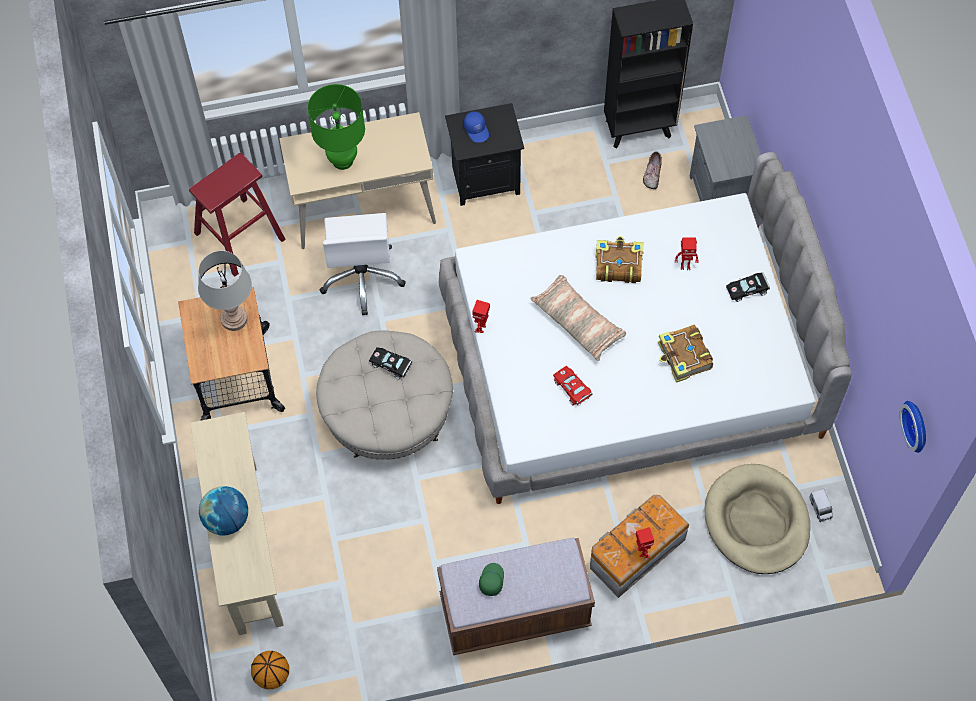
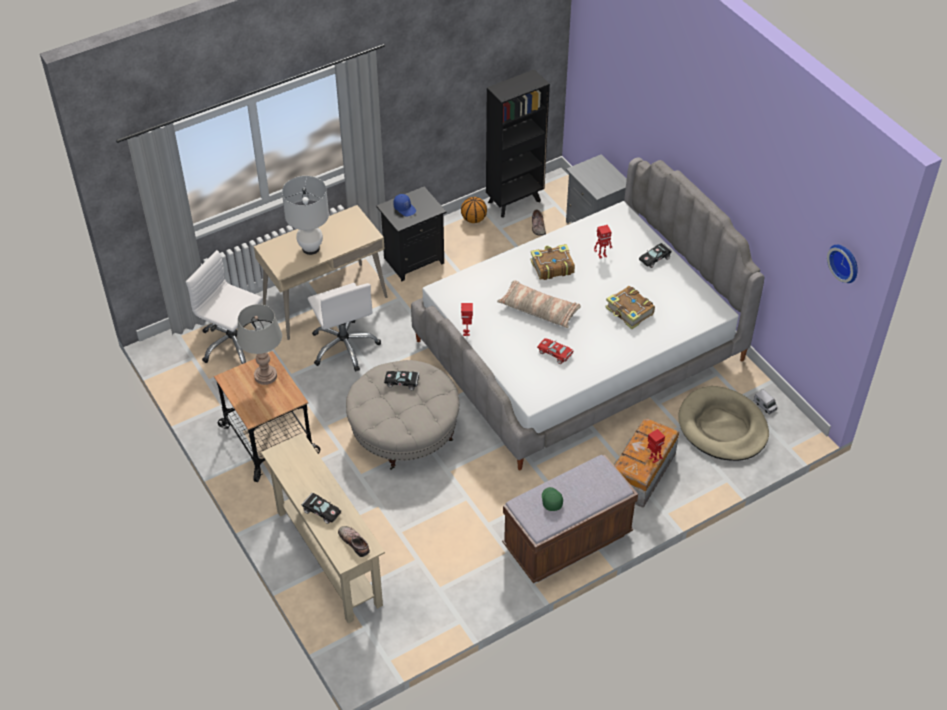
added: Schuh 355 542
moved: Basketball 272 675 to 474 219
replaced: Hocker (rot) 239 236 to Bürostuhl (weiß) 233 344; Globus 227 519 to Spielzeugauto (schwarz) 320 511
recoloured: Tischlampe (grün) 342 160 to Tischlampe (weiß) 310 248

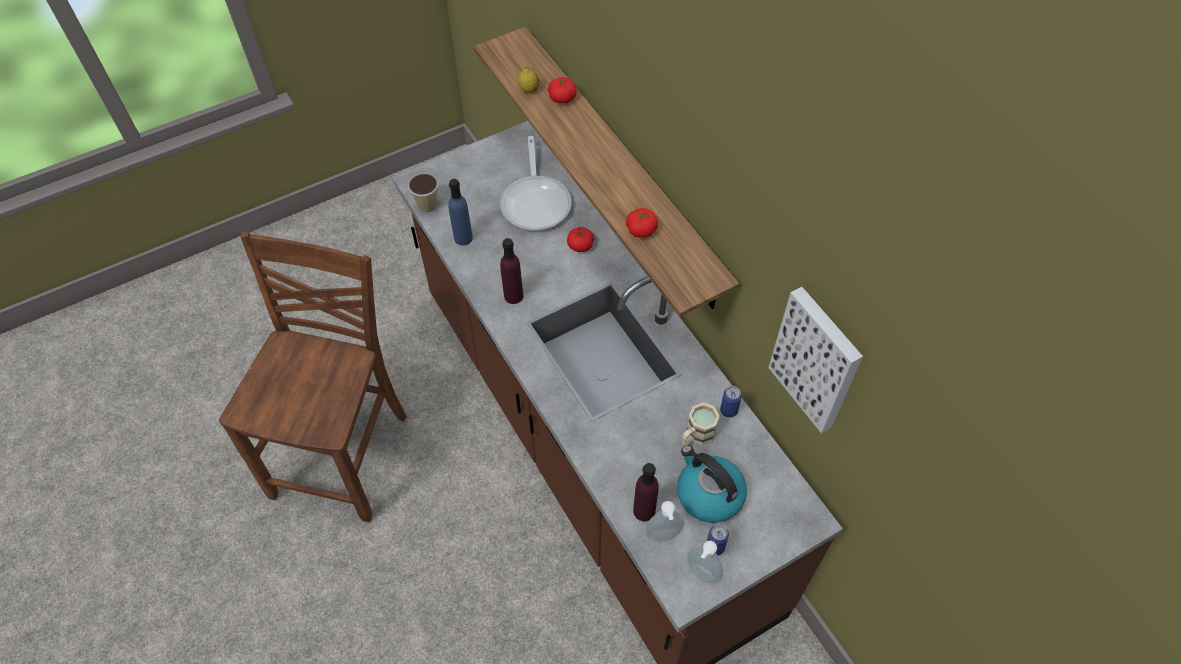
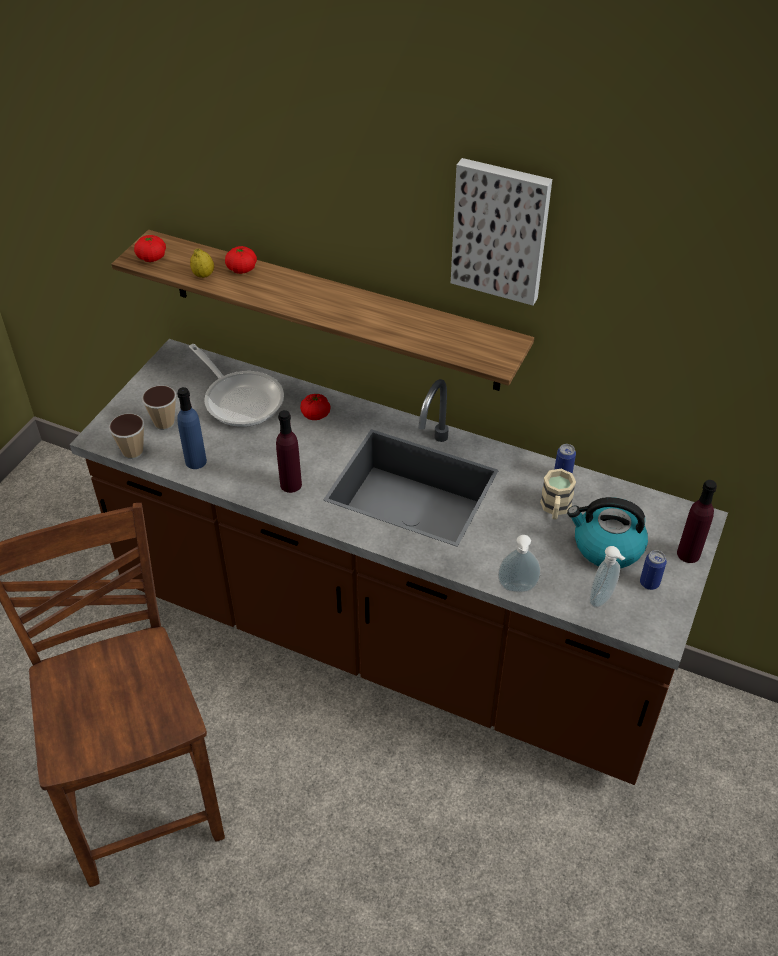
added: Tasse 164 423
moved: Tomate 641 230 to 152 258; Bild 817 359 to 501 230; Flasche (lila) 644 511 to 688 554; Seifenspender 701 575 to 517 589

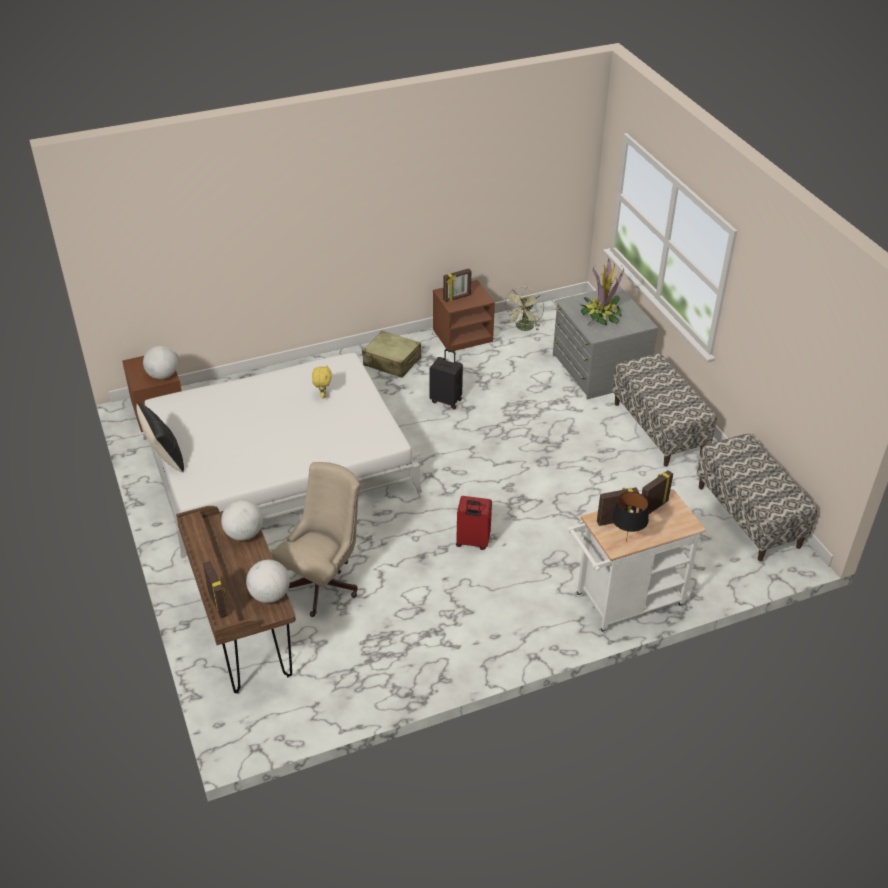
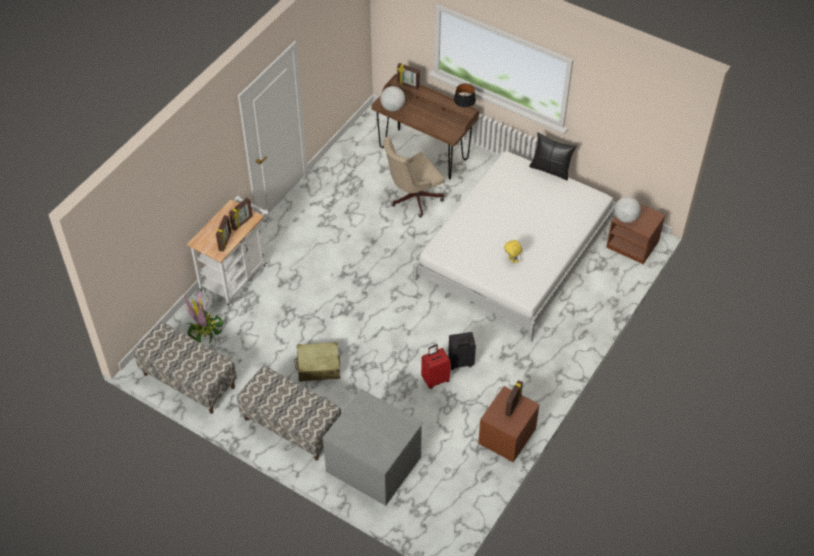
removed: Ventilator (grün) 524 328; Globus 244 534
moved: Topfpflanze 601 314 to 204 329; Koffer (beige) 392 362 to 318 366; Tischlampe (schwarz) 626 542 to 464 114; Koffer (rot) 472 542 to 435 379
turned: Bürostuhl (beige) 323 582 = 412 198 60 degrees clockwise

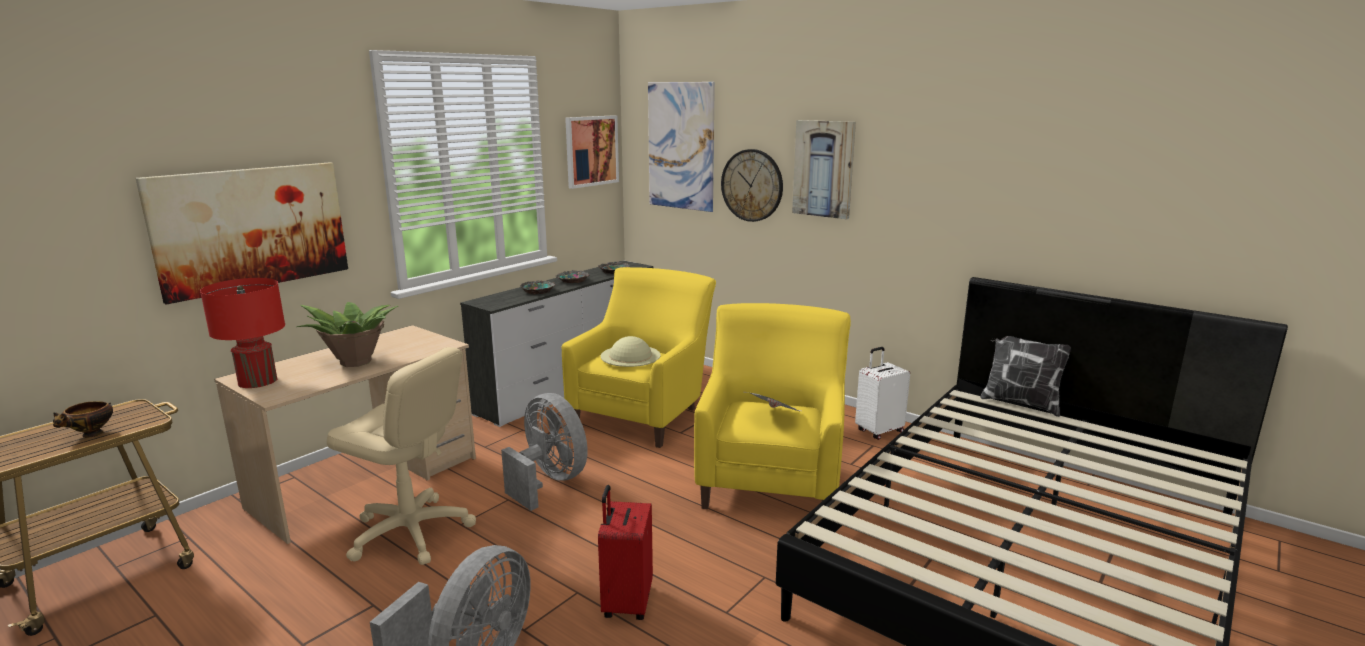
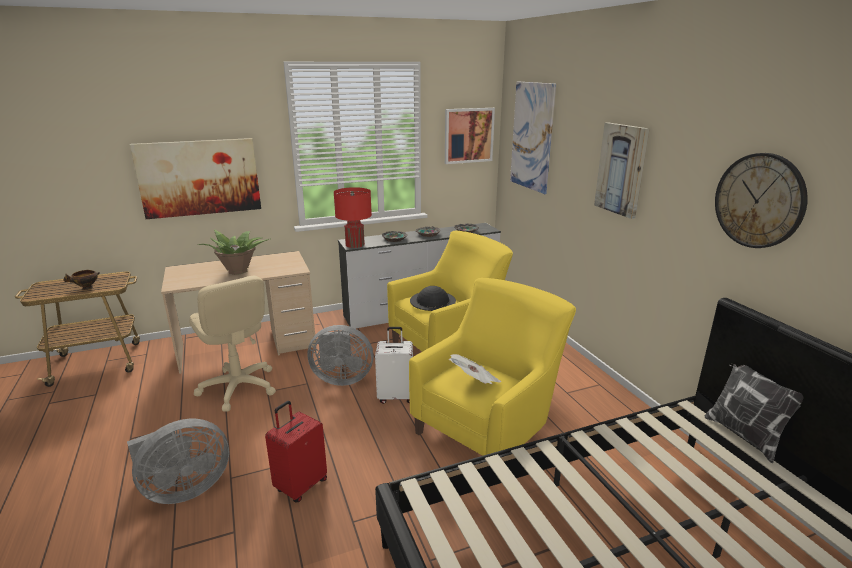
moved: Wanduhr 752 185 to 759 201; Tischlampe (rot) 258 381 to 355 244; Koffer (weiß) 878 431 to 396 396
recoloured: Hut (beige) 630 356 to Hut (schwarz) 432 300
turned: Ventilator (grau) 549 481 = 341 378 105 degrees clockwise

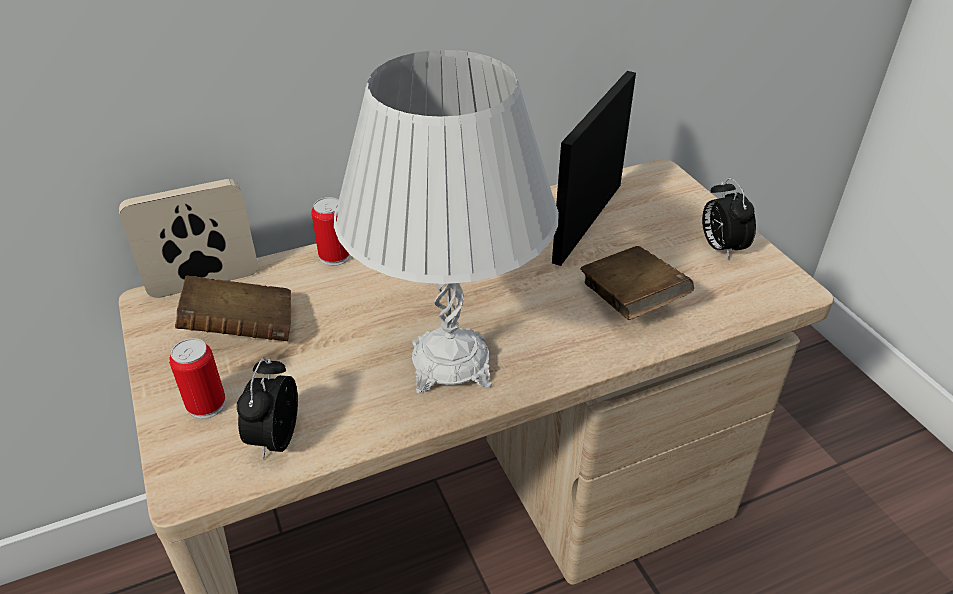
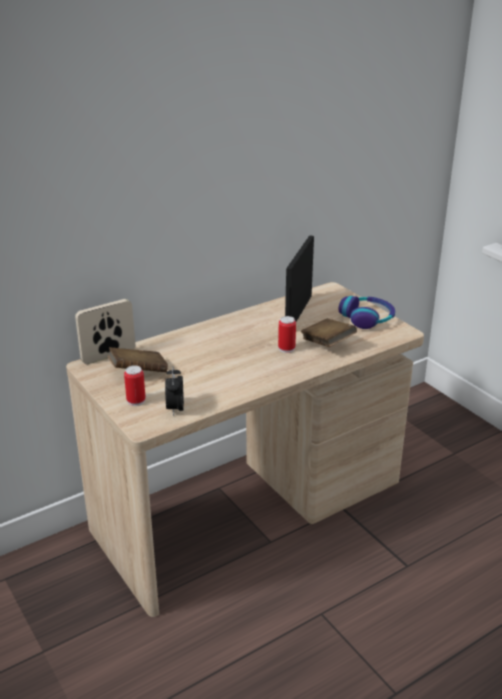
removed: Tischlampe (weiß) 451 364
moved: Dose 334 256 to 286 348
replaced: Wecker 720 247 to Kopfhörer 367 318

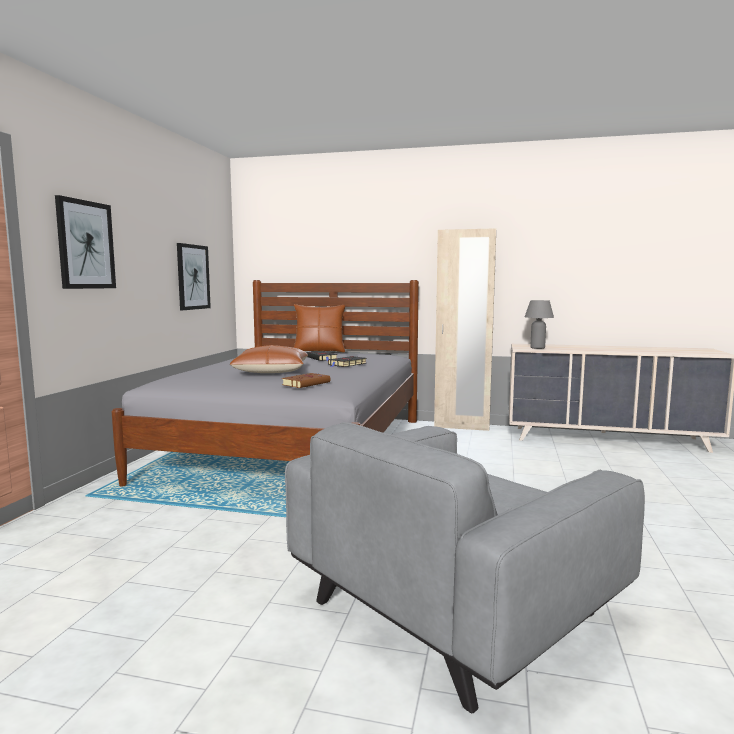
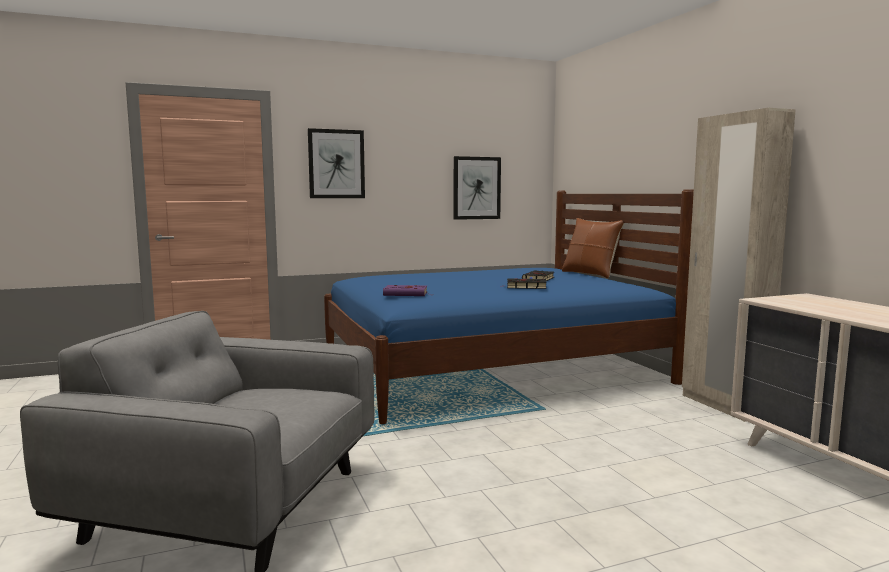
removed: Tischlampe (grau) 537 348; Kissen (braun) 271 371
recoloured: Bett (grau) 295 448 to Bett (blau) 490 369; Buch (braun) 307 383 to Buch (lila) 407 294

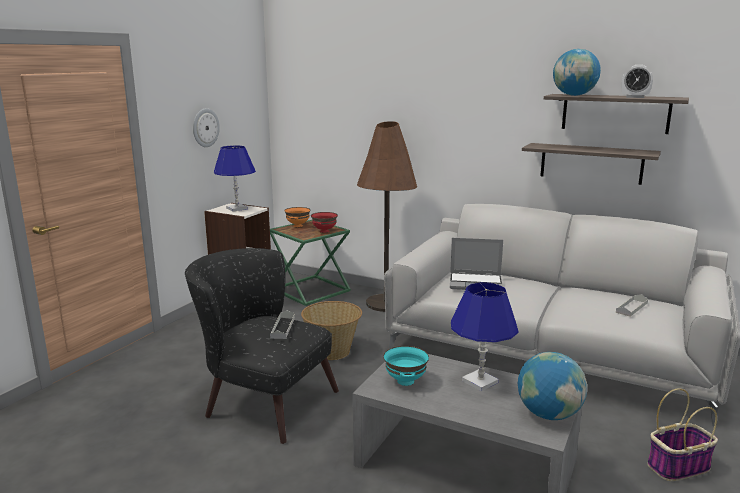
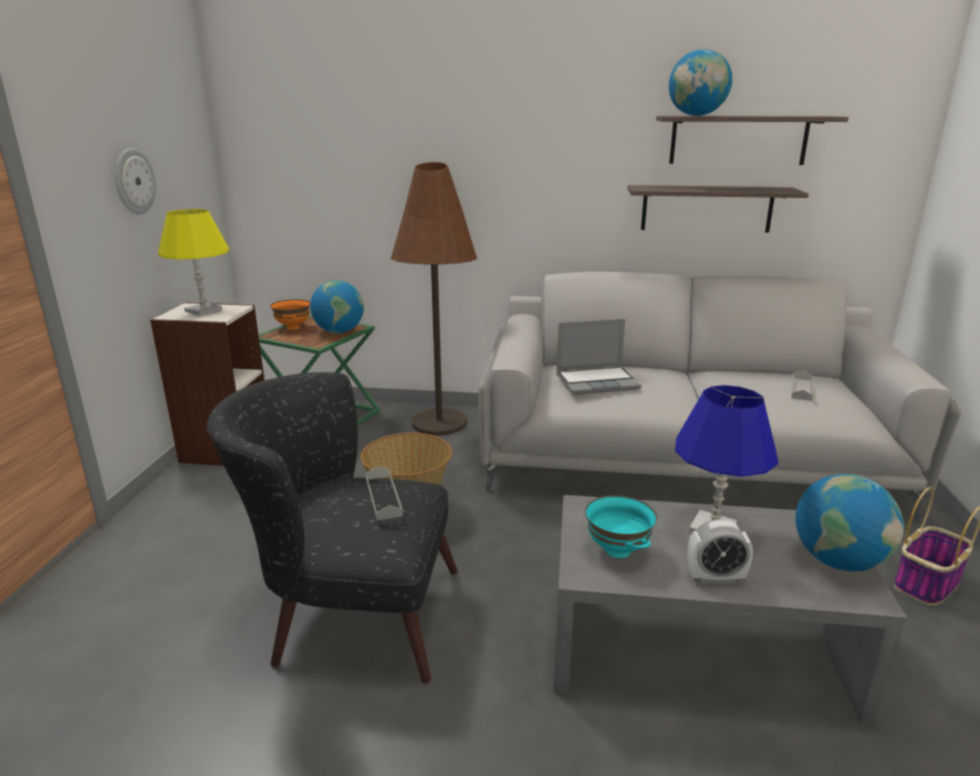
moved: Wecker 635 97 to 715 578
replaced: Schüssel (rot) 324 231 to Globus 339 331
recoloured: Tischlampe (blau) 237 208 to Tischlampe (gelb) 203 311

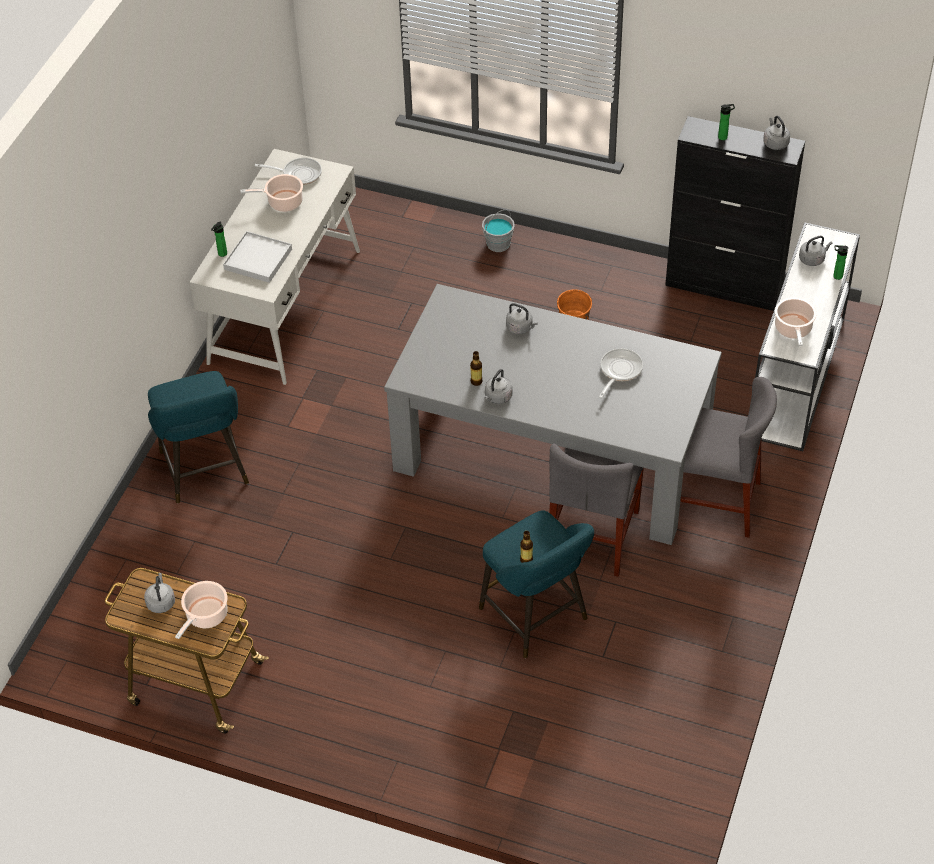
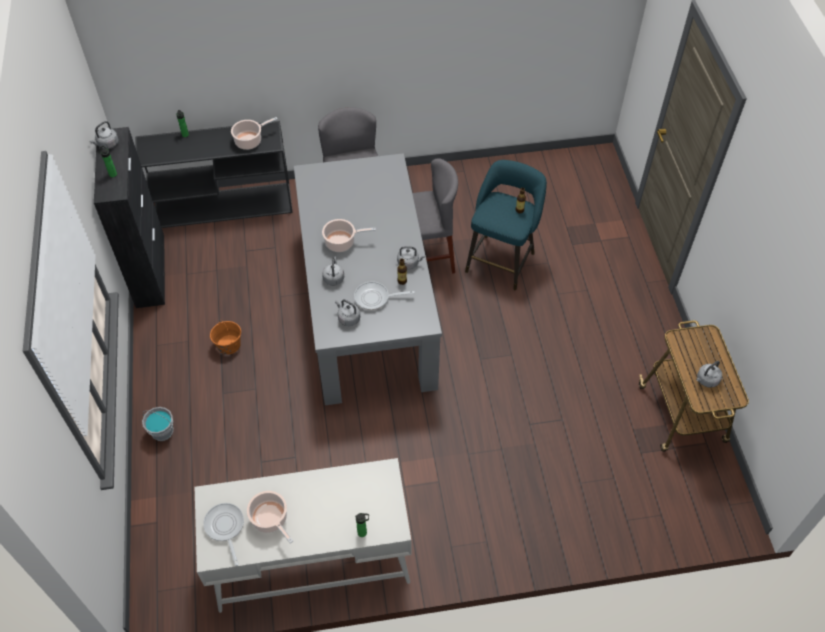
removed: Tablett (weiß) 258 259; Hocker (türkis) 205 472
moved: Wasserkessel (grau) 812 259 to 348 318; Pfanne 619 371 to 375 298; Kochtopf 205 616 to 342 242
recoloured: Konsolentisch (weiß) 796 378 to Konsolentisch (schwarz) 225 205

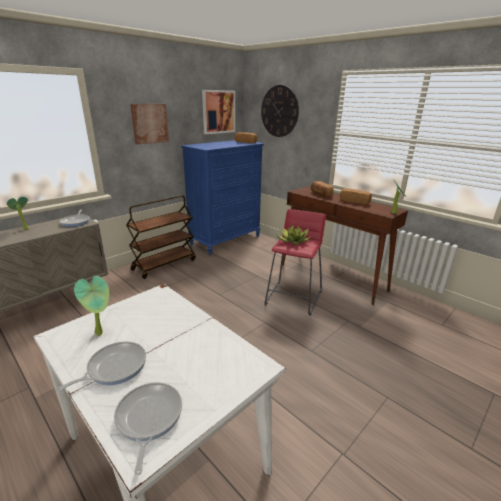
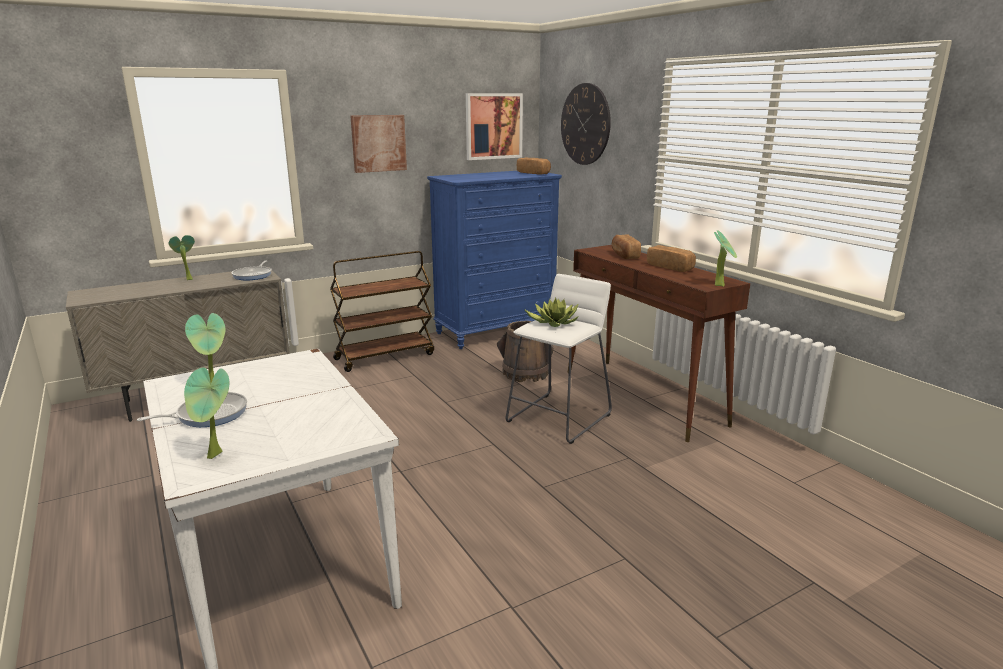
added: Eimer (braun) 525 373
replaced: Pfanne 148 418 to Topfpflanze 216 456
recoloured: Hocker (rot) 293 297 to Hocker (weiß) 559 417

